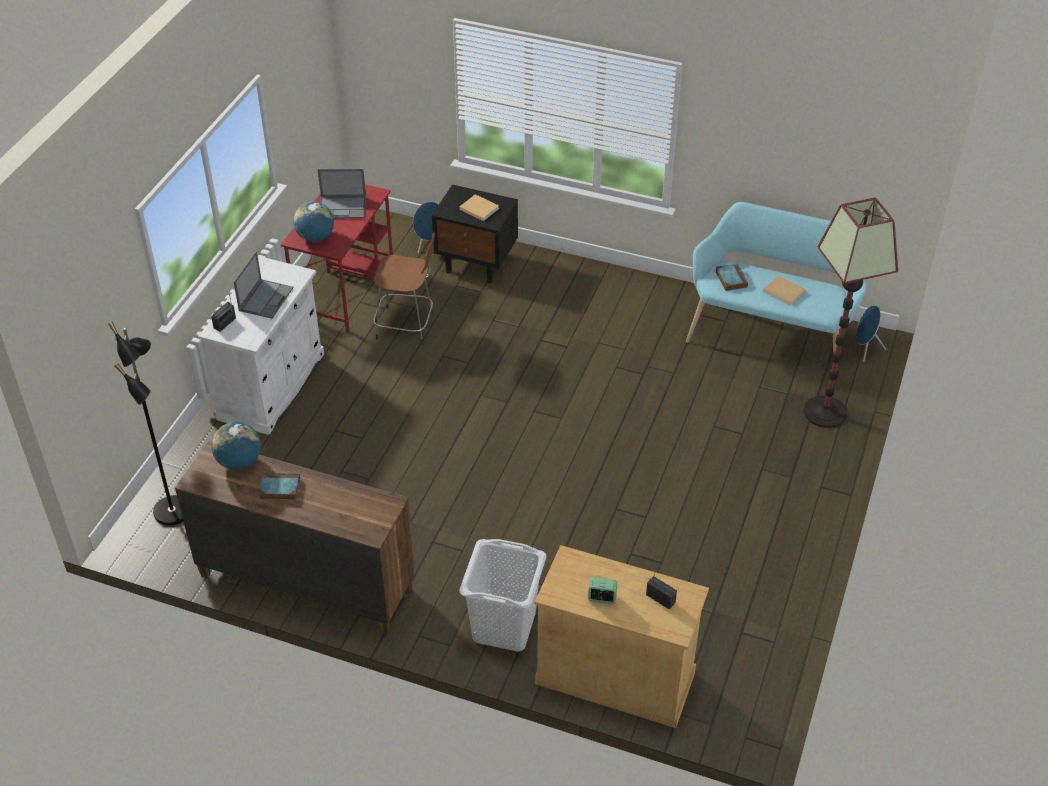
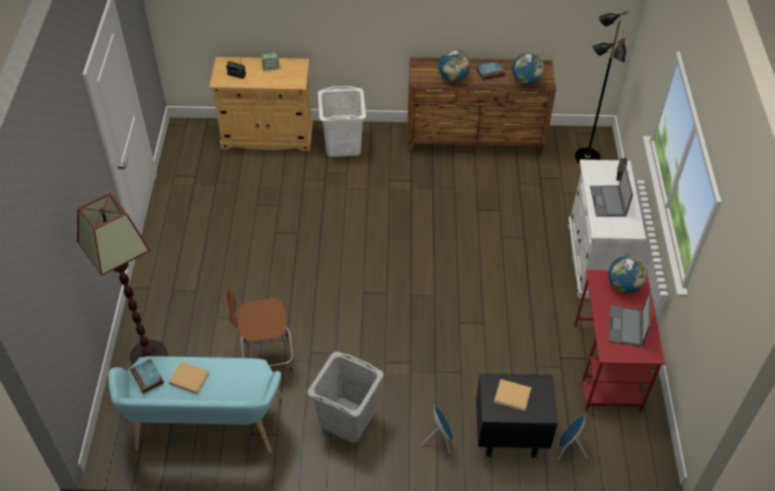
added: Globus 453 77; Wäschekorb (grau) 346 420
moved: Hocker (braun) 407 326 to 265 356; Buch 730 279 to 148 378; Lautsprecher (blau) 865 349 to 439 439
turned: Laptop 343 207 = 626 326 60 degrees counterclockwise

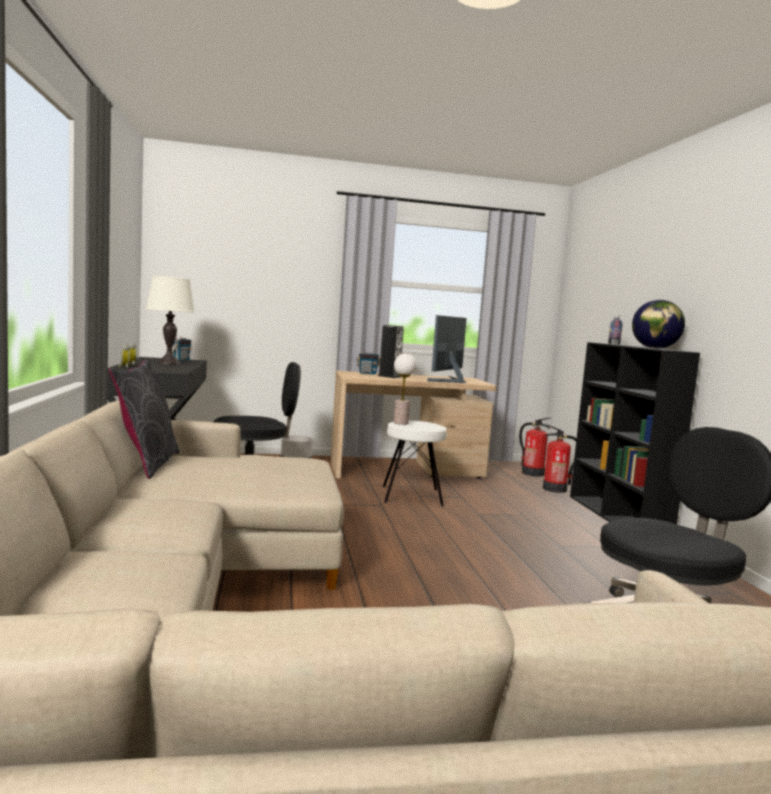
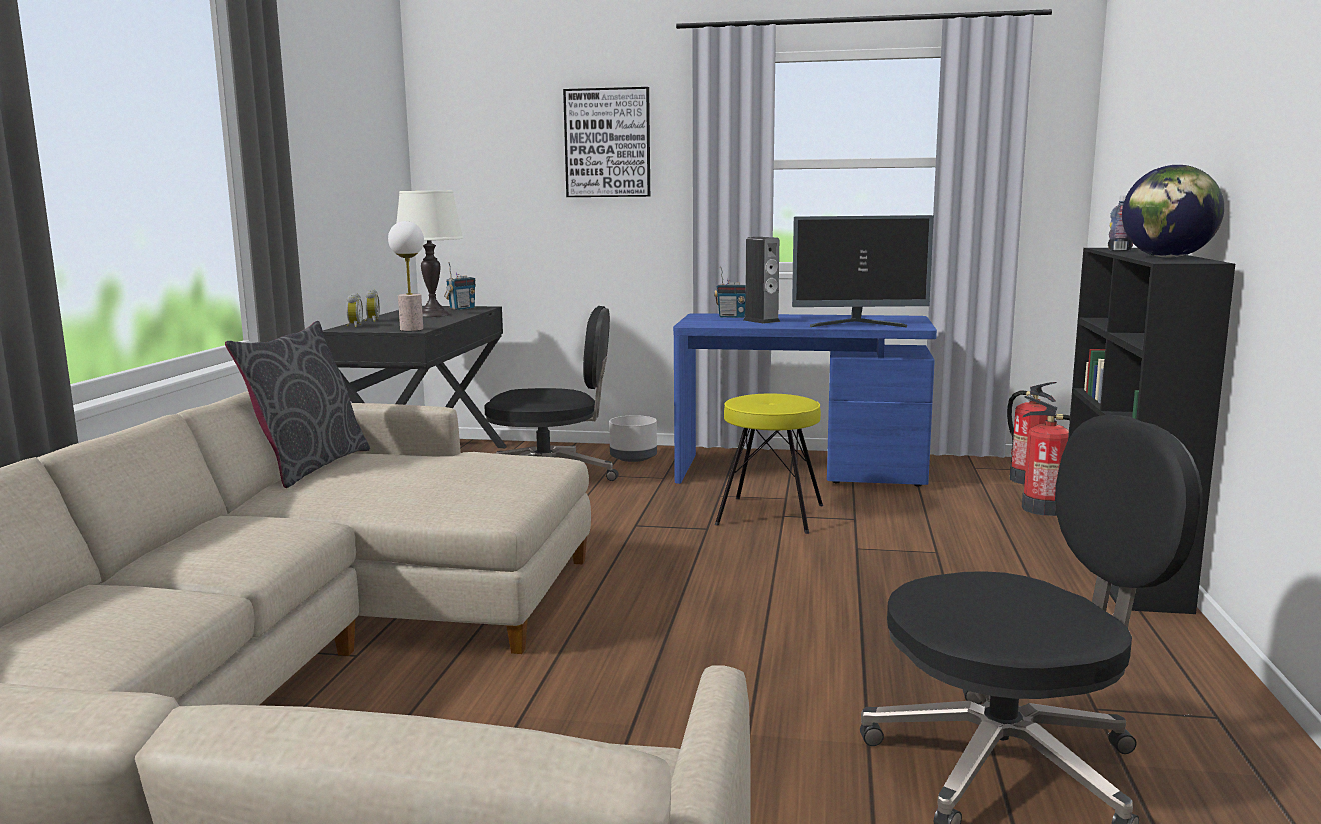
added: Bild 607 143
moved: Tischlampe 401 423 to 411 329
recoloured: Schreibtisch (beige) 406 470 to Schreibtisch (blau) 800 472; Hocker (weiß) 411 496 to Hocker (gelb) 769 515
turned: Monitor 449 381 = 858 324 135 degrees counterclockwise

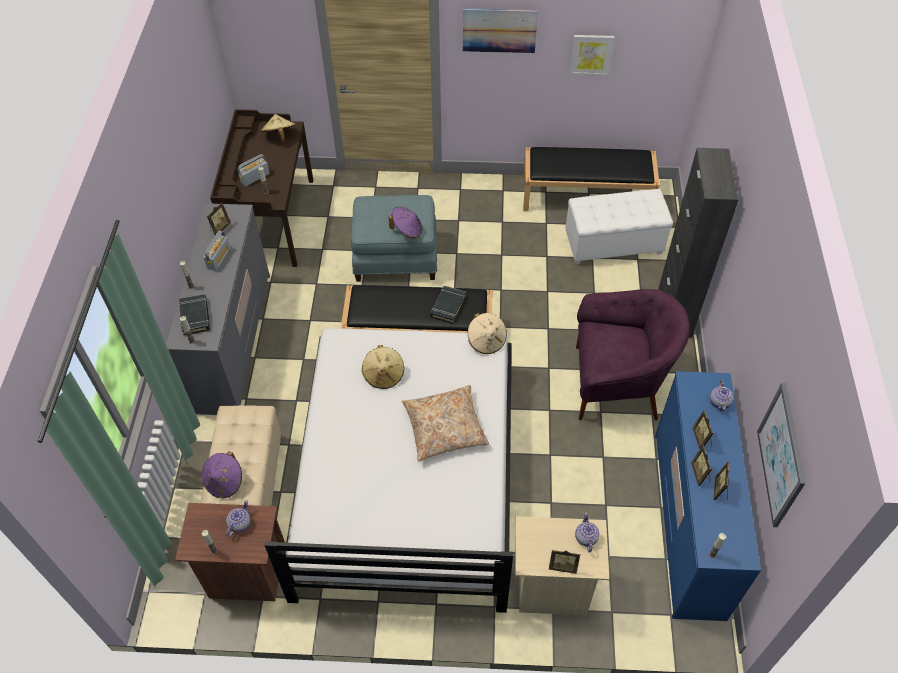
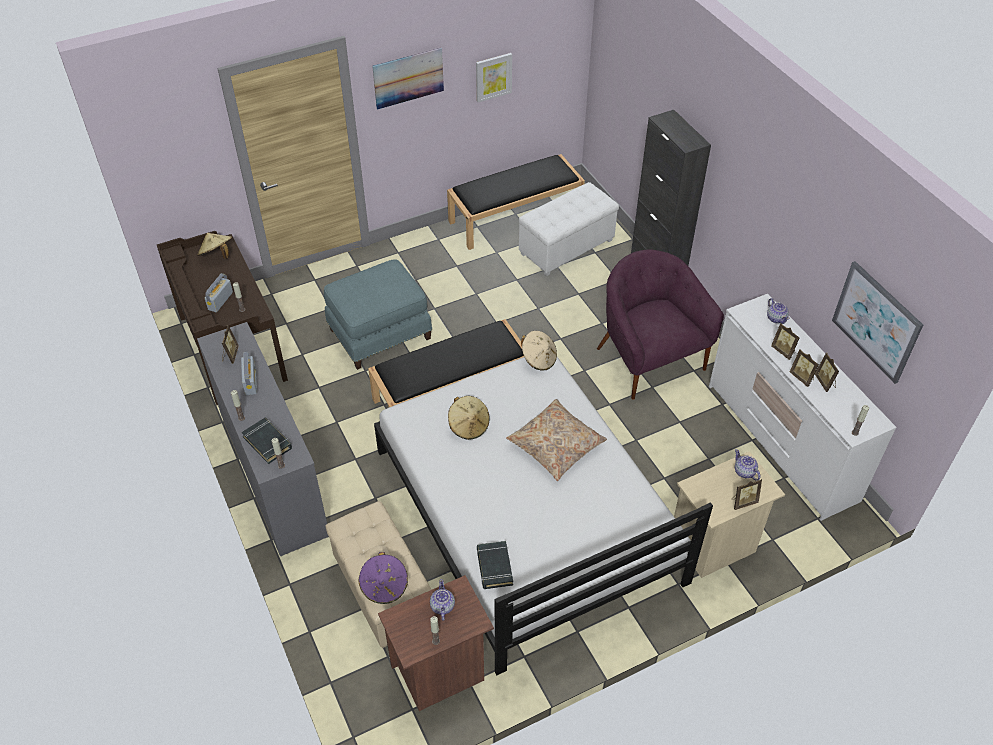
removed: Hut (lila) 407 230
moved: Buch (schwarz) 448 306 to 494 567
recoloured: Kommode (blau) 688 523 to Kommode (weiß) 781 442
turned: Sessel (lila) 616 383 = 649 358 90 degrees counterclockwise

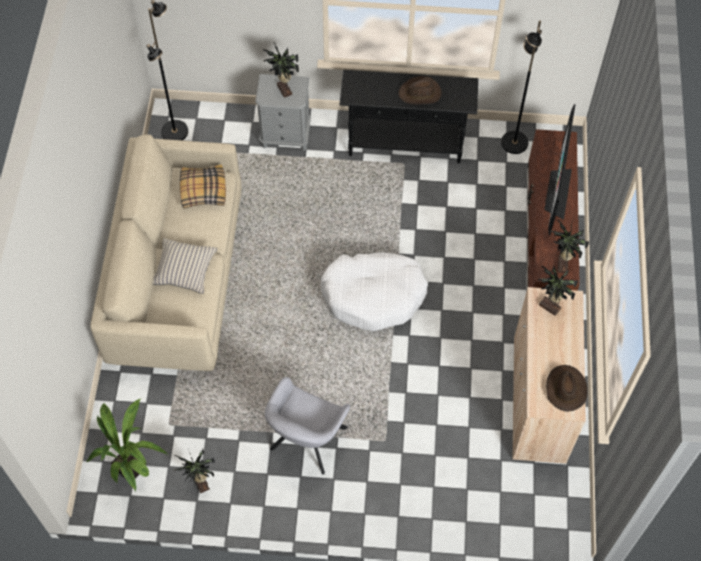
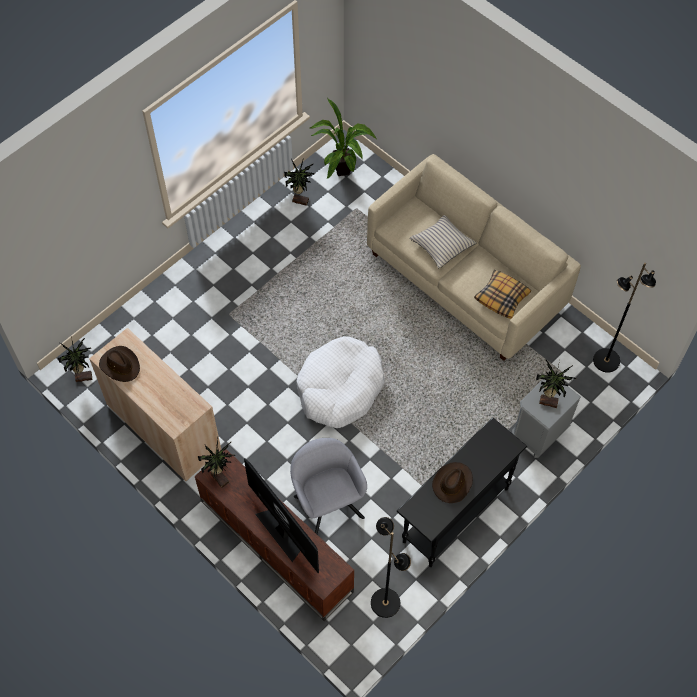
moved: Topfpflanze 549 308 to 83 376; Sessel (grau) 306 442 to 327 503

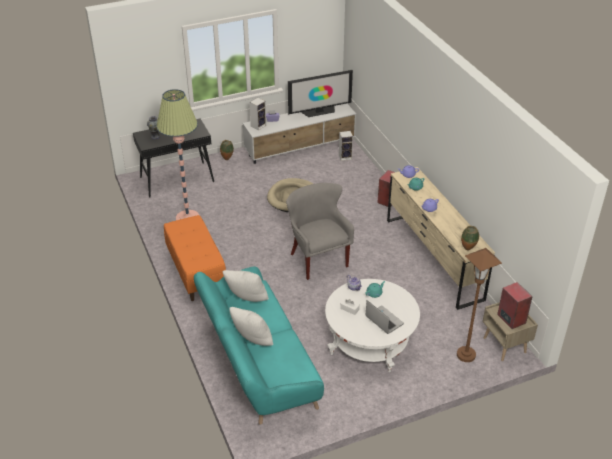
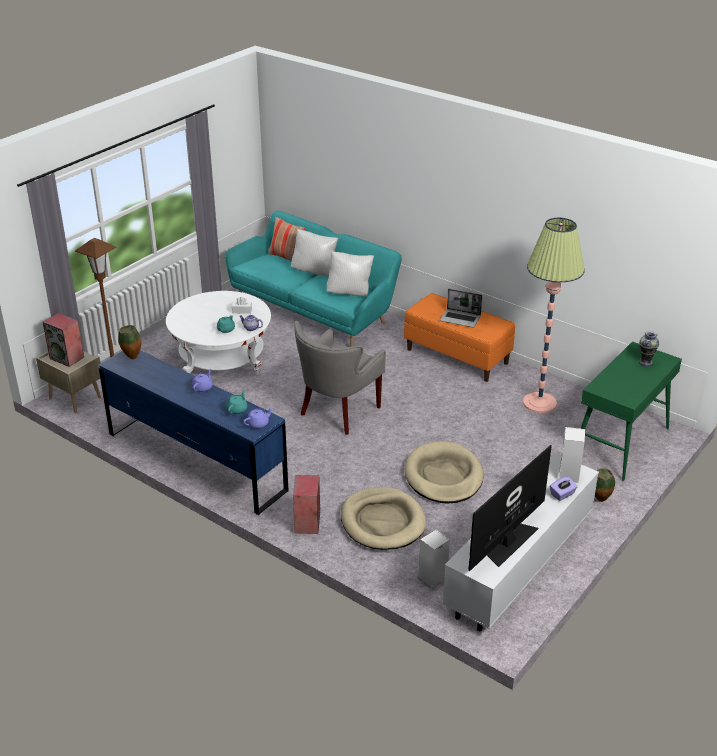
added: Kissen 286 257; Hundebett (beige) 382 522
moved: Laptop 383 320 to 461 319
recoloured: Konsolentisch (schwarz) 177 179 to Konsolentisch (grün) 620 444; Kommode (beige) 433 258 to Kommode (blau) 196 461
turned: Sessel (grau) 318 259 = 338 412 90 degrees clockwise

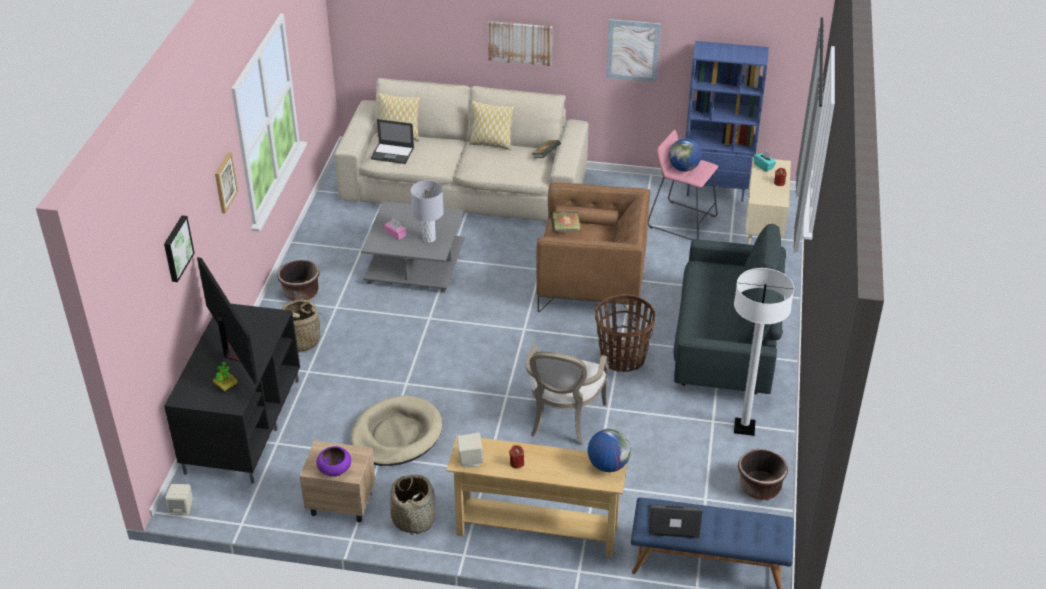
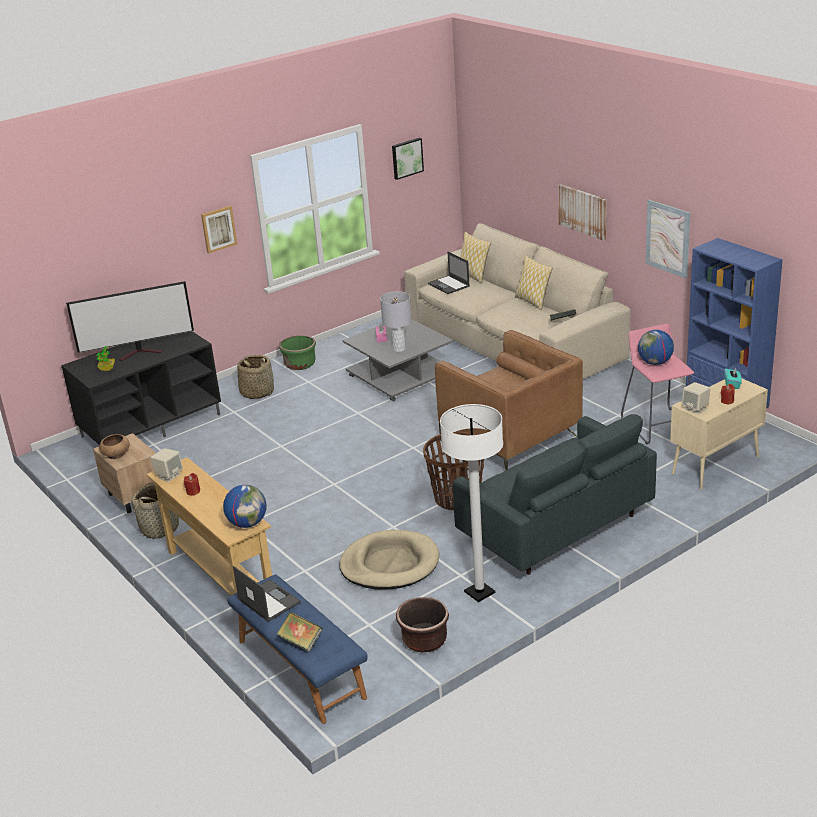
removed: Sessel 562 420
moved: Buch 565 229 to 301 641; Bild 176 248 to 406 158; Hundebett (beige) 396 434 to 390 564; Lautsprecher (beige) 181 508 to 695 408
recoloured: Pflanzkübel (braun) 301 293 to Pflanzkübel (grün) 300 365; Schüssel (lila) 335 469 to Schüssel (braun) 116 455
turned: Fernseher 233 352 = 141 352 60 degrees clockwise

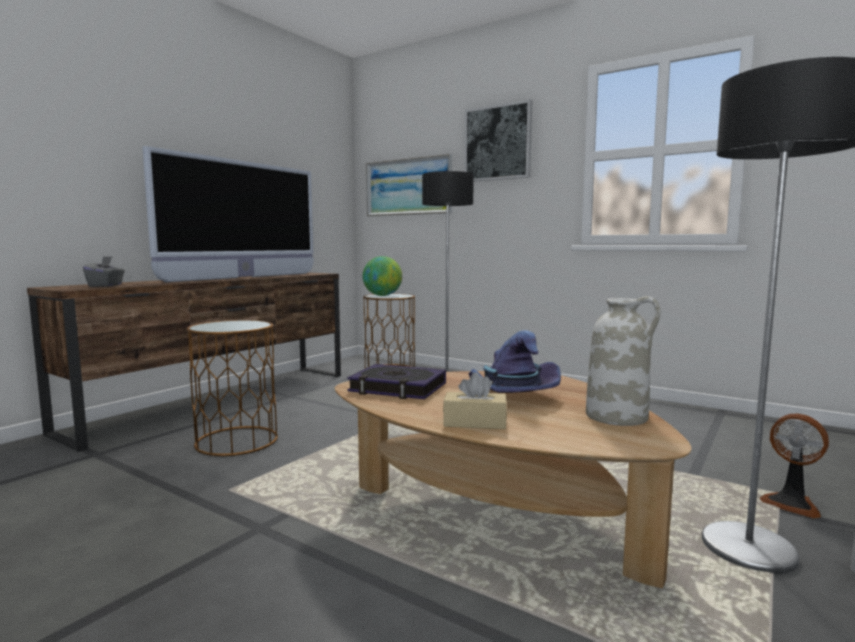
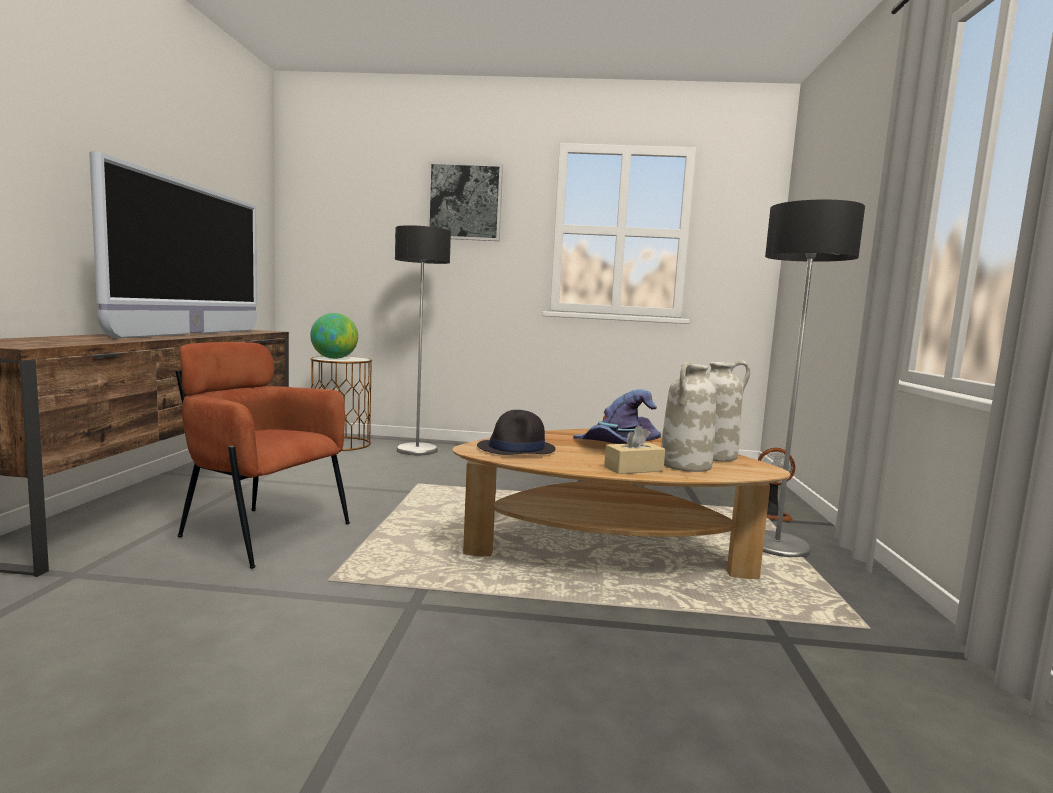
removed: Bild 408 187; Taschentuchbox (grau) 106 285
added: Vase (weiß) 685 465
replaced: Beistelltisch (braun) 237 441 to Sessel (braun) 260 533; Buch 397 388 to Hut (schwarz) 516 449

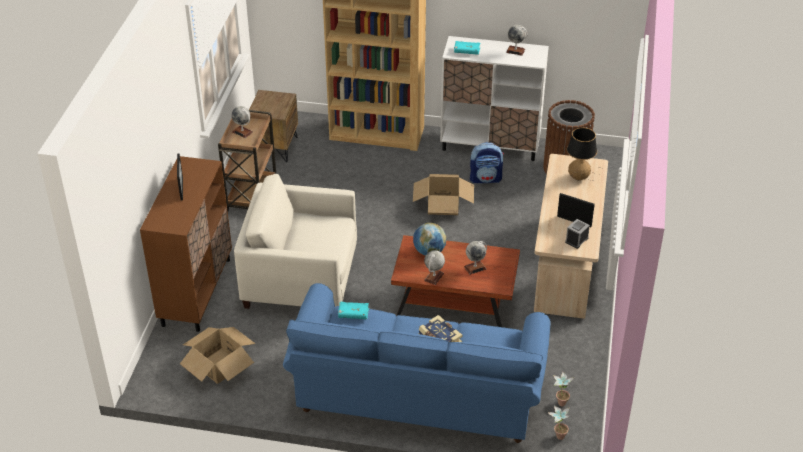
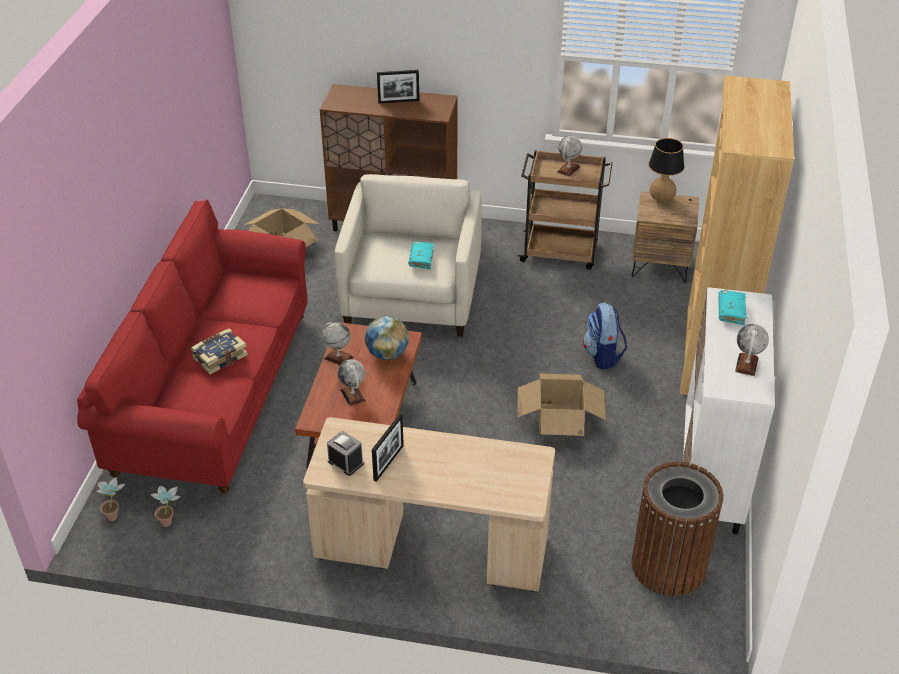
moved: Tischlampe 581 176 to 664 202; Rucksack 485 179 to 603 355; Buch (türkis) 353 314 to 421 259
recoloured: Sofa (blau) 418 392 to Sofa (rot) 214 392

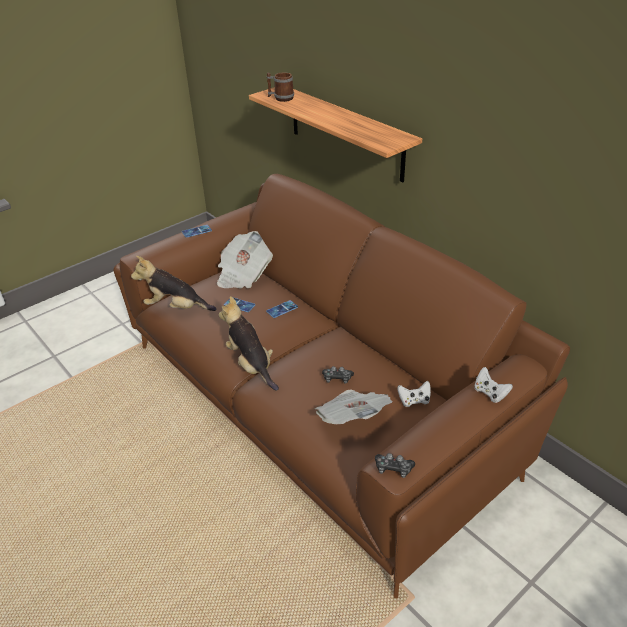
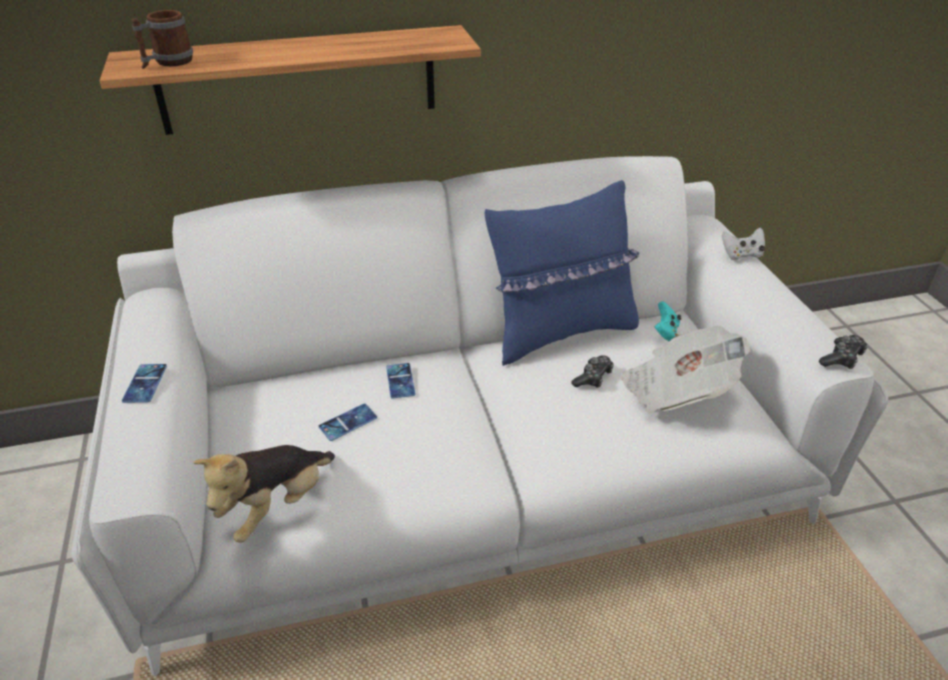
removed: Zeitung 244 274; Plüschtier 251 365
added: Kissen (blau) 561 332
recoloured: Sofa (braun) 318 403 to Sofa (weiß) 476 476; Gamepad (weiß) 414 401 to Gamepad (türkis) 665 333

